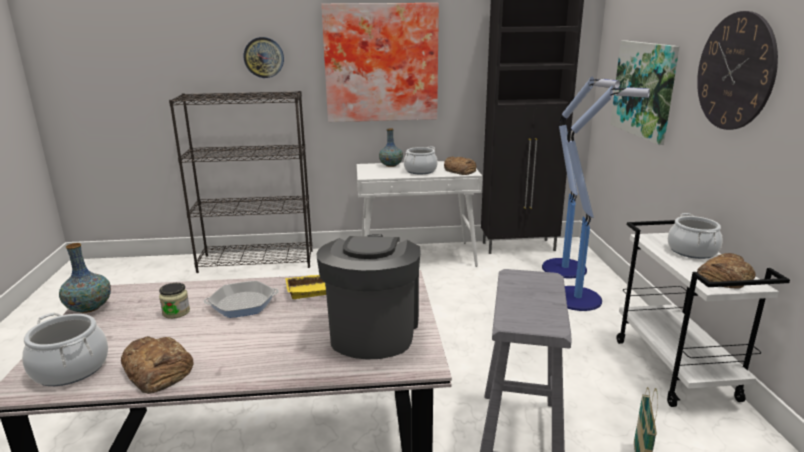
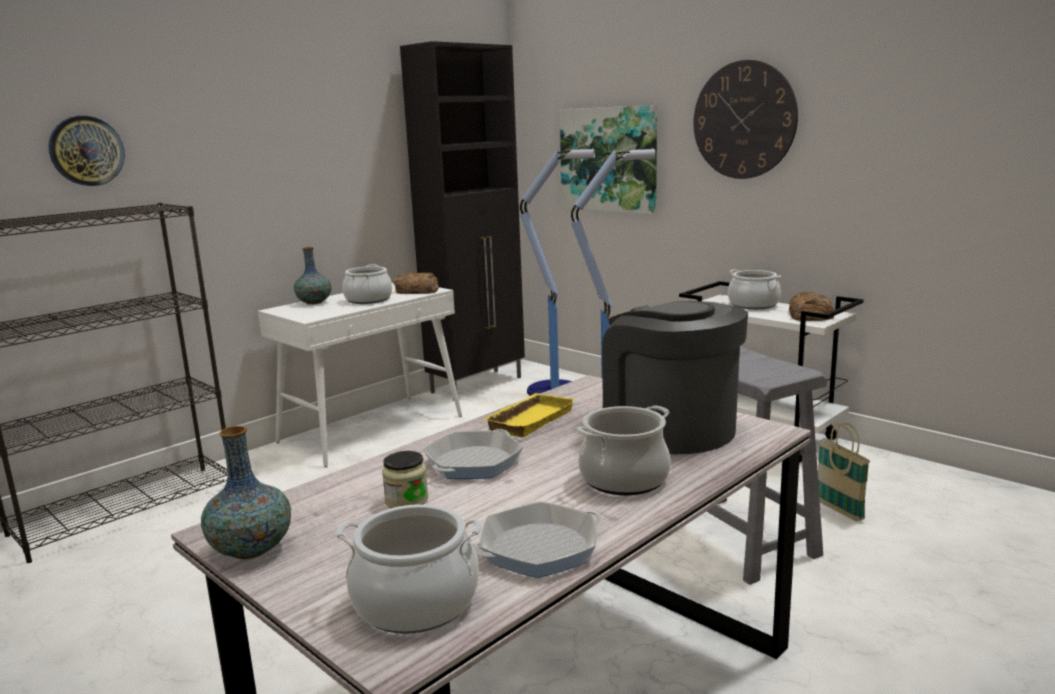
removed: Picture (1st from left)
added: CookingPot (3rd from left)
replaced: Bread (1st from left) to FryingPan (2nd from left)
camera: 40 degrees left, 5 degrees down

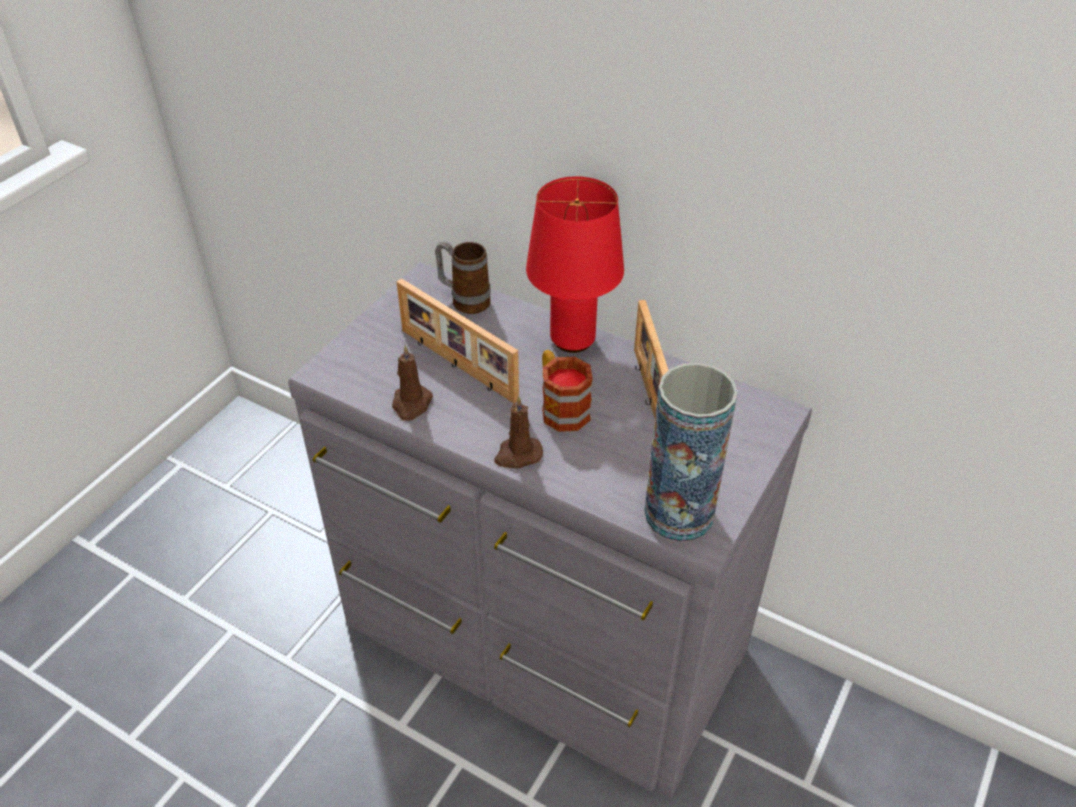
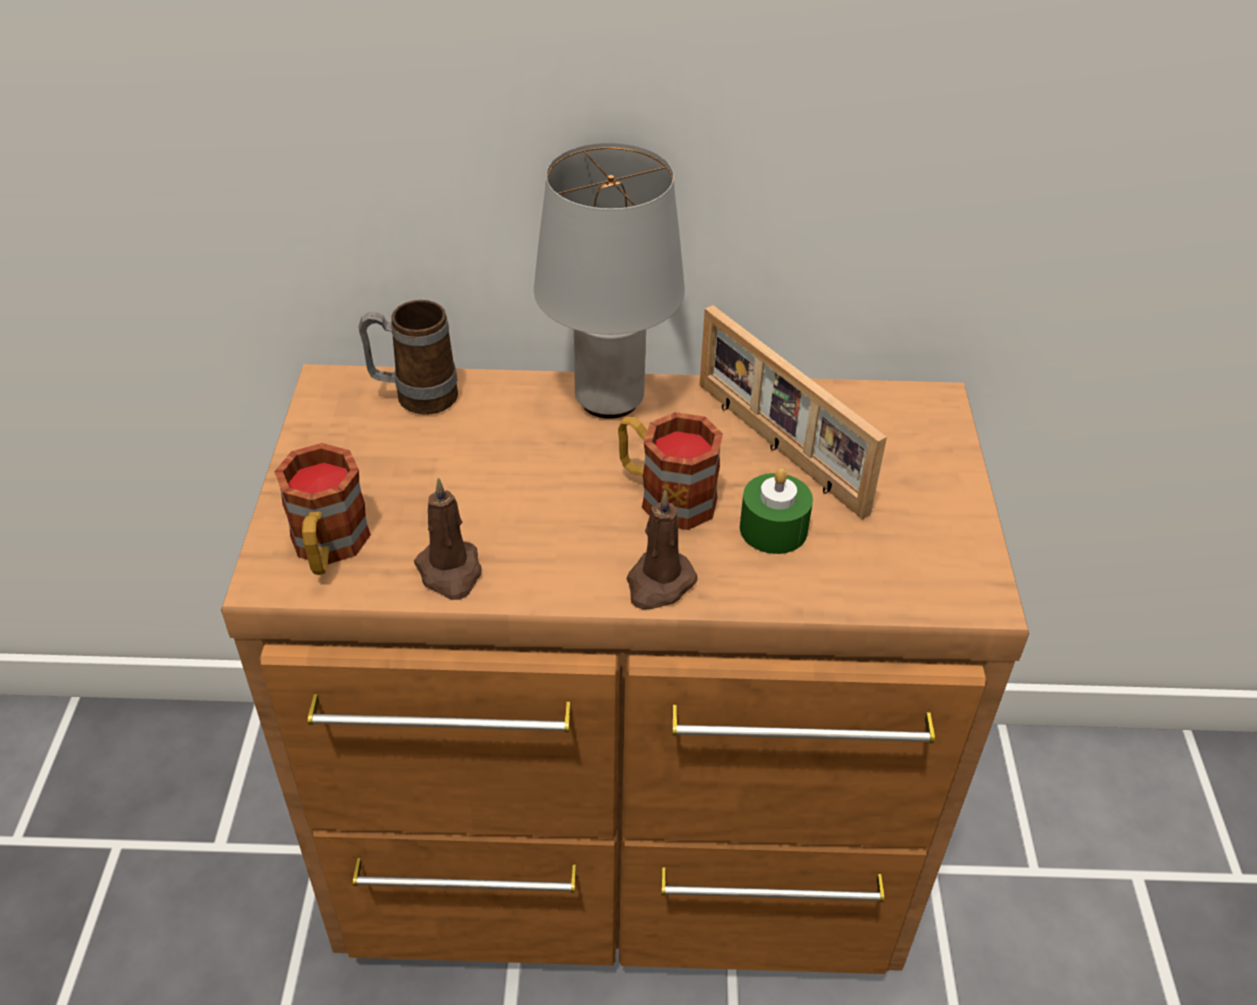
removed: PictureFrame (1st from left); Vase
added: Mug (1st from left); GreenCandle
recoloured: GreyDresser to BrownDresser; RedTableLamp to GreyTableLamp
camera: 30 degrees left, 0 degrees up

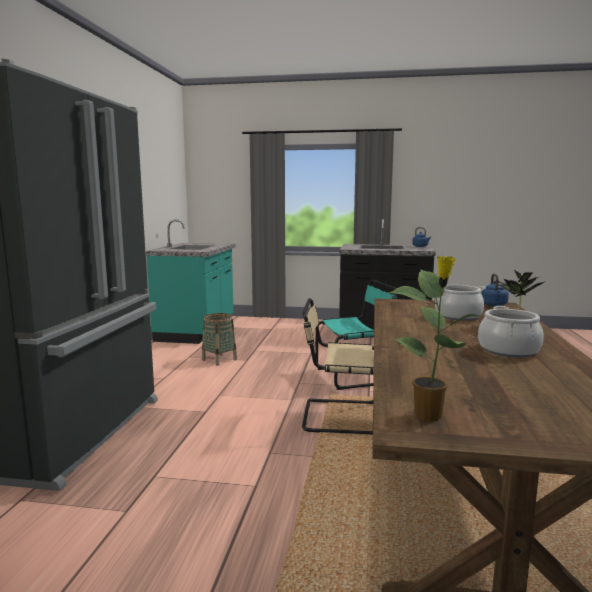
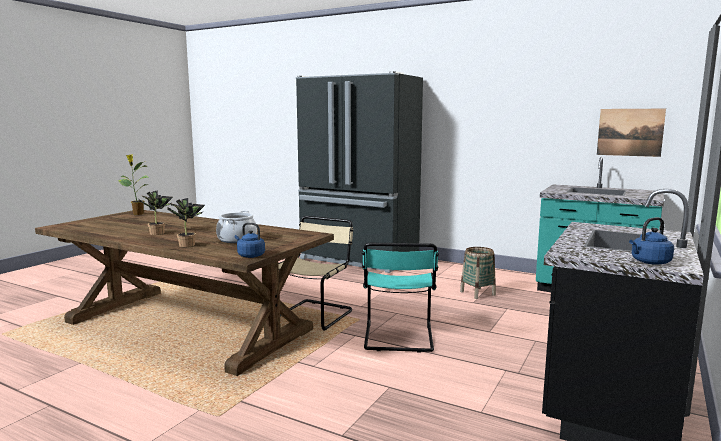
added: Picture
replaced: CookingPot (2nd from left) to PottedPlant (2nd from left)
camera: 110 degrees right, 0 degrees up

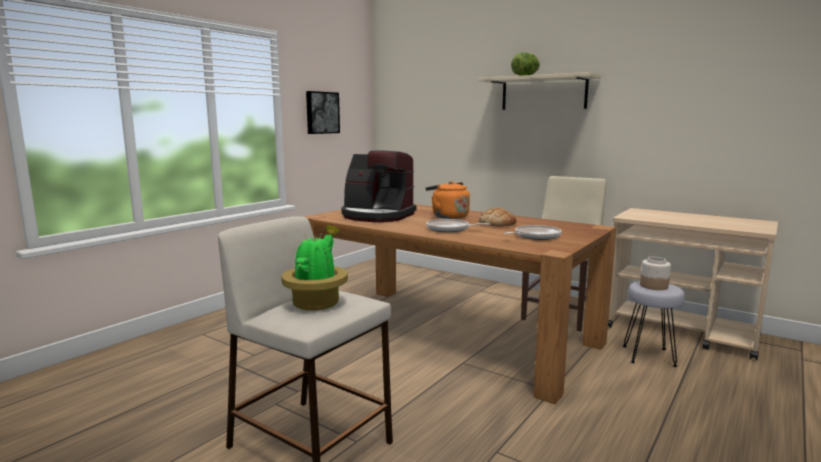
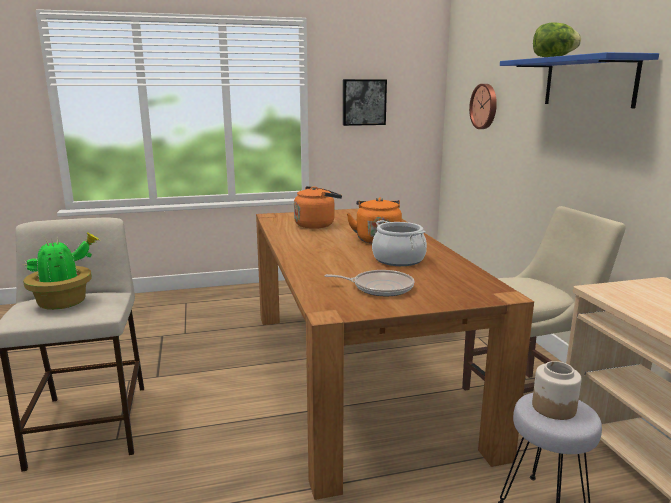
removed: FryingPan (1st from left)
added: WallClock
replaced: CoffeeMachine to OrangeKettle (1st from left); Bread to CookingPot
recoloured: BeigeShelf to BlueShelf
camera: 40 degrees right, 5 degrees up

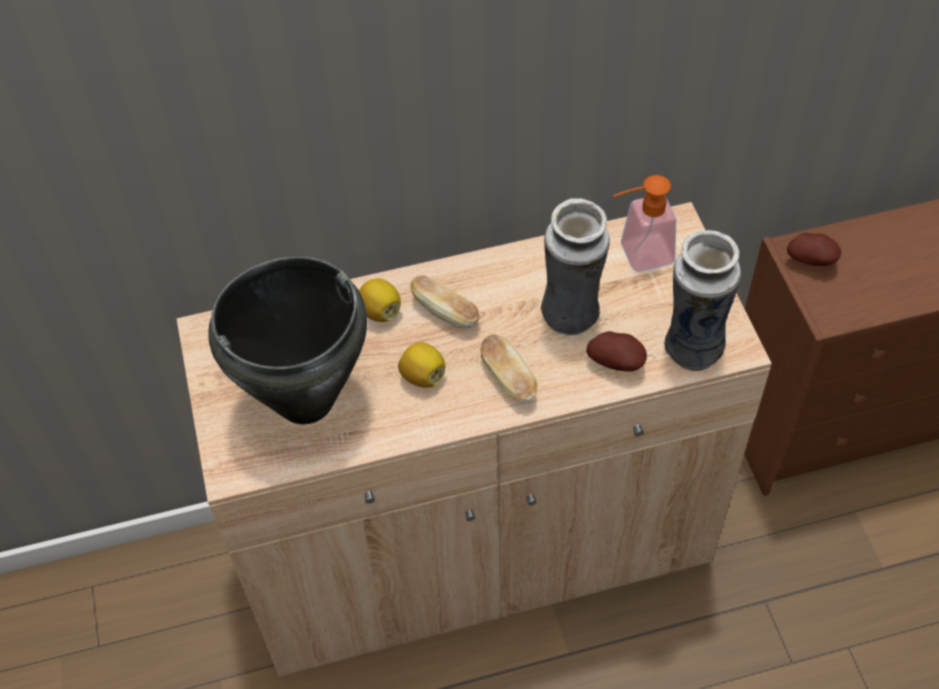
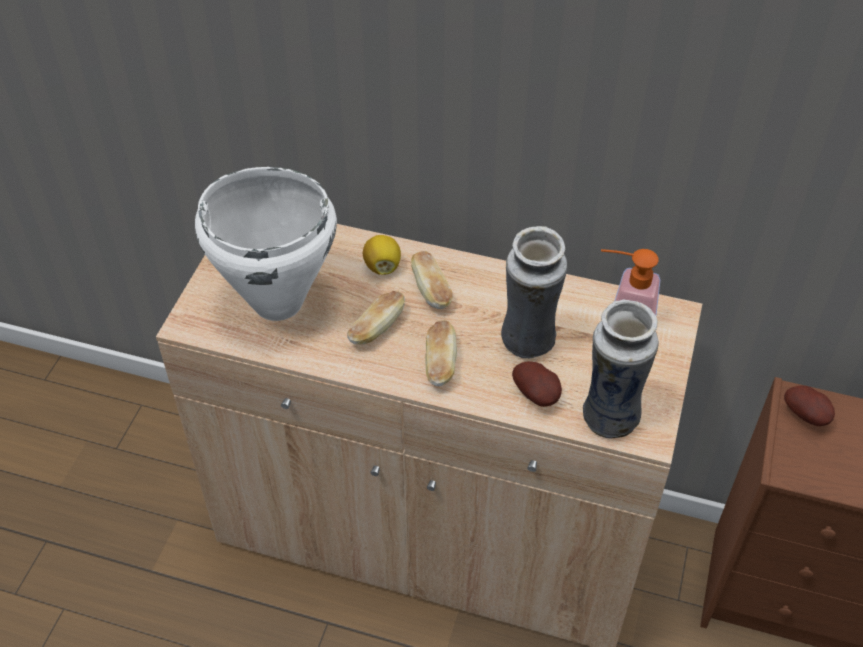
replaced: Lemon (2nd from left) to Bread (1st from left)
recoloured: BlackCookingPot to WhiteCookingPot
camera: 30 degrees right, 5 degrees down

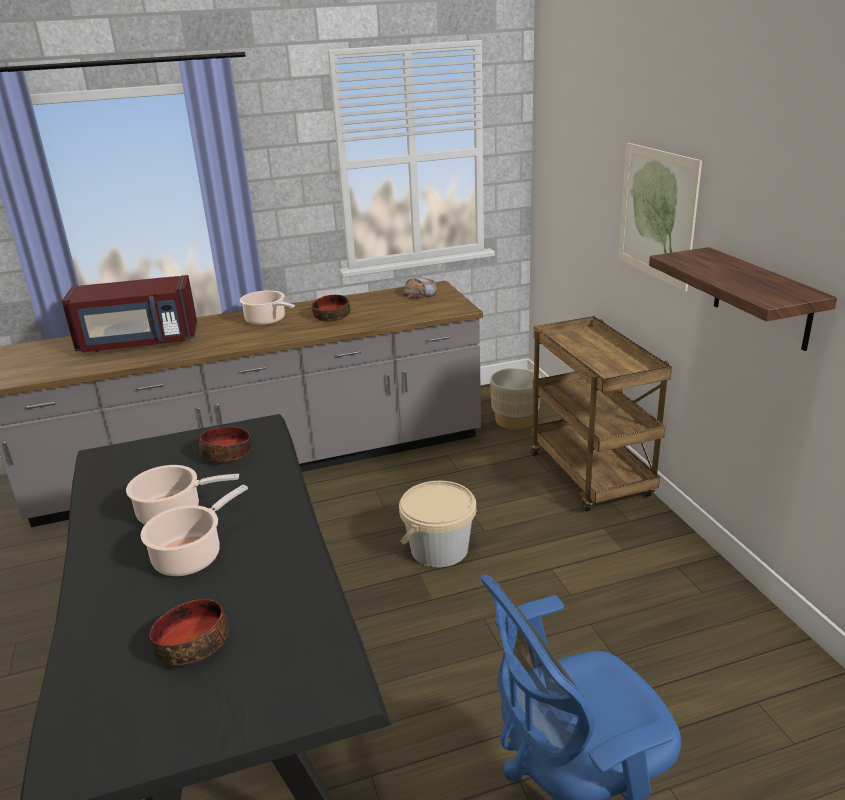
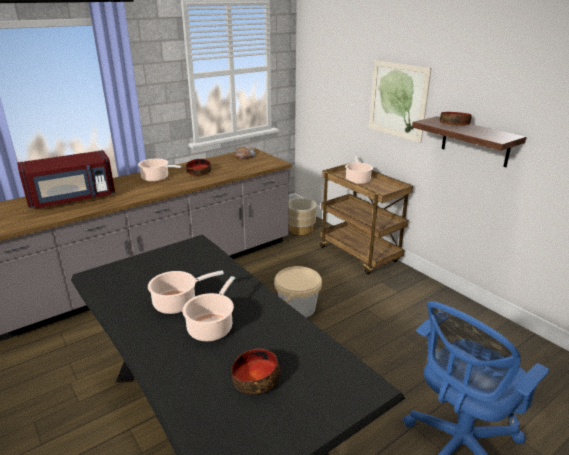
added: CookingPot (4th from left)
moved: Bowl (2nd from left in the first image) to Bowl (3rd from left)
camera: 20 degrees left, 0 degrees up

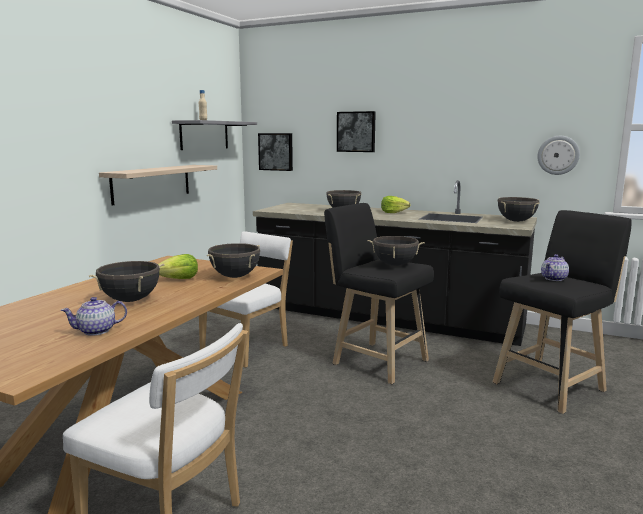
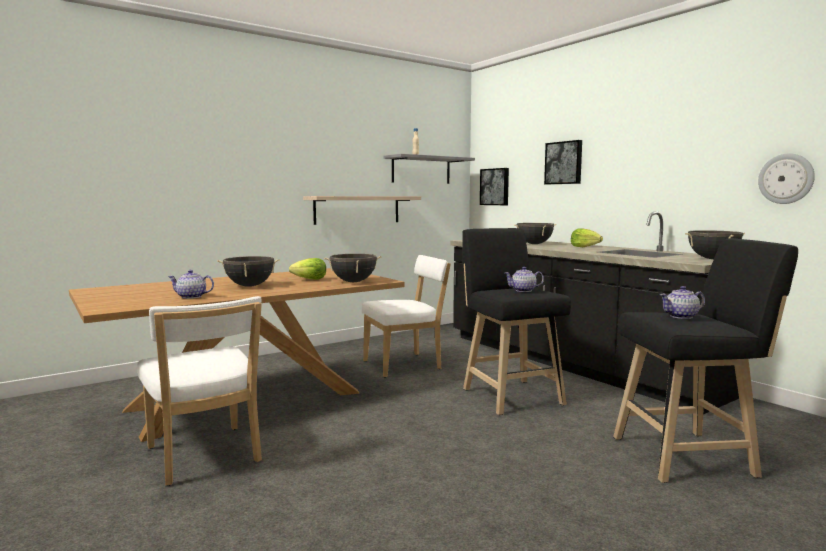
replaced: BlackCookingPot (4th from left) to Teapot (2nd from left)
camera: 30 degrees right, 5 degrees down

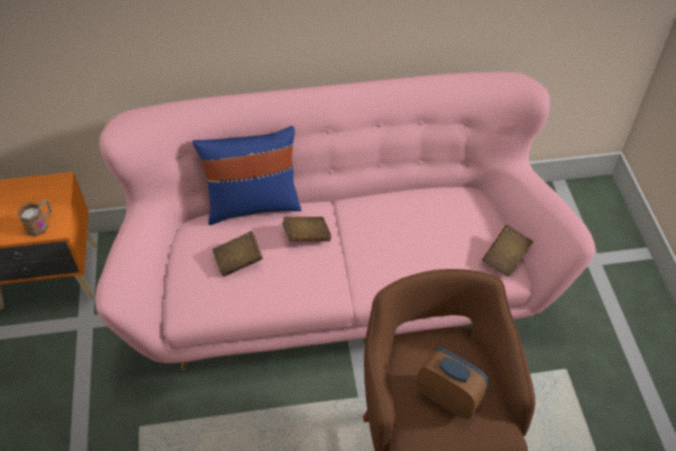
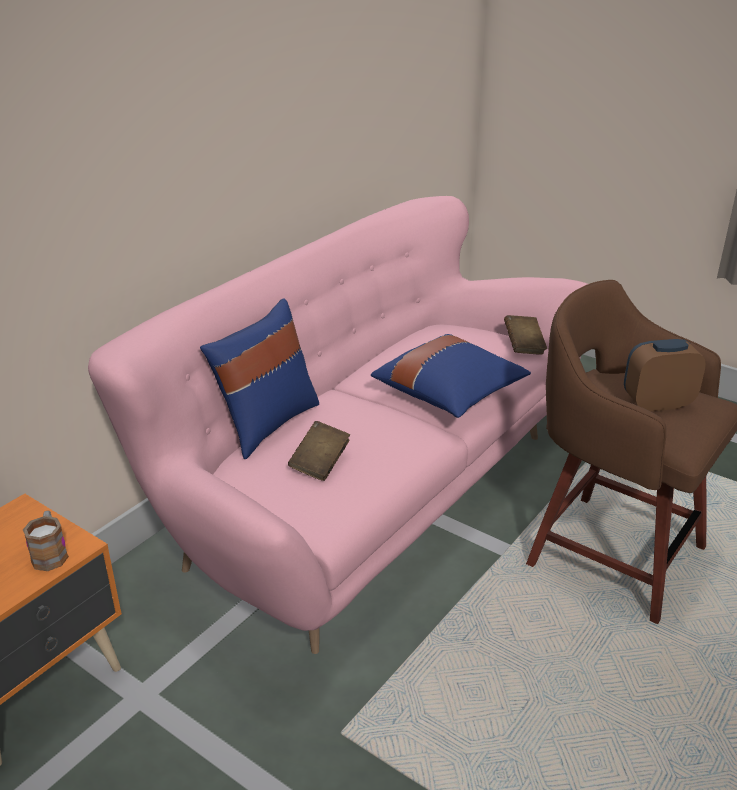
removed: BrownBook (2nd from left)
added: BluePillow (2nd from left)
camera: 45 degrees left, 20 degrees down

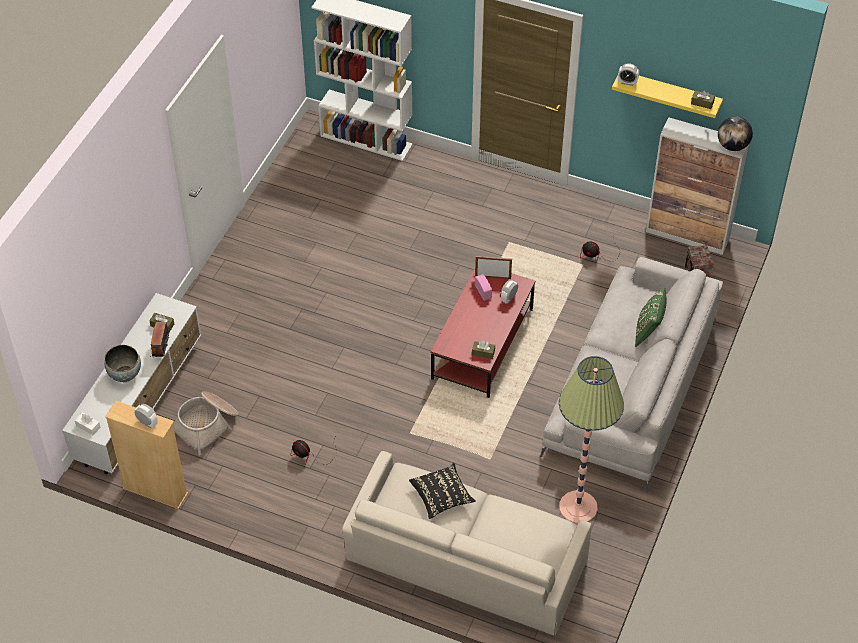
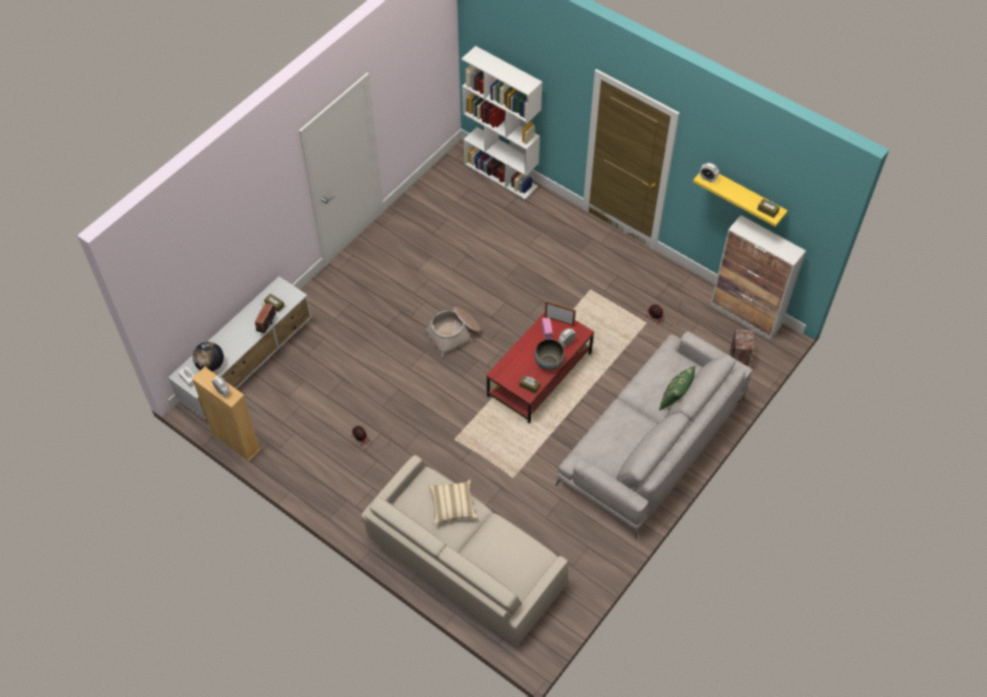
removed: FloorLamp
moved: Bowl; Basket; Globe
recoloured: BlackPillow to BeigePillow
camera: 15 degrees right, 5 degrees up

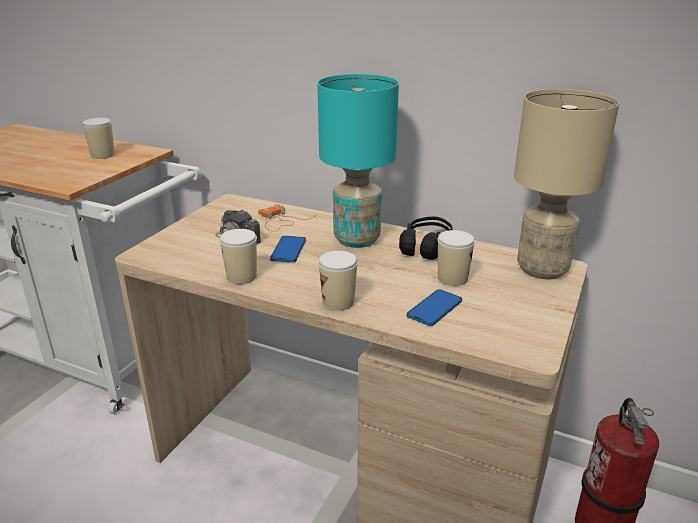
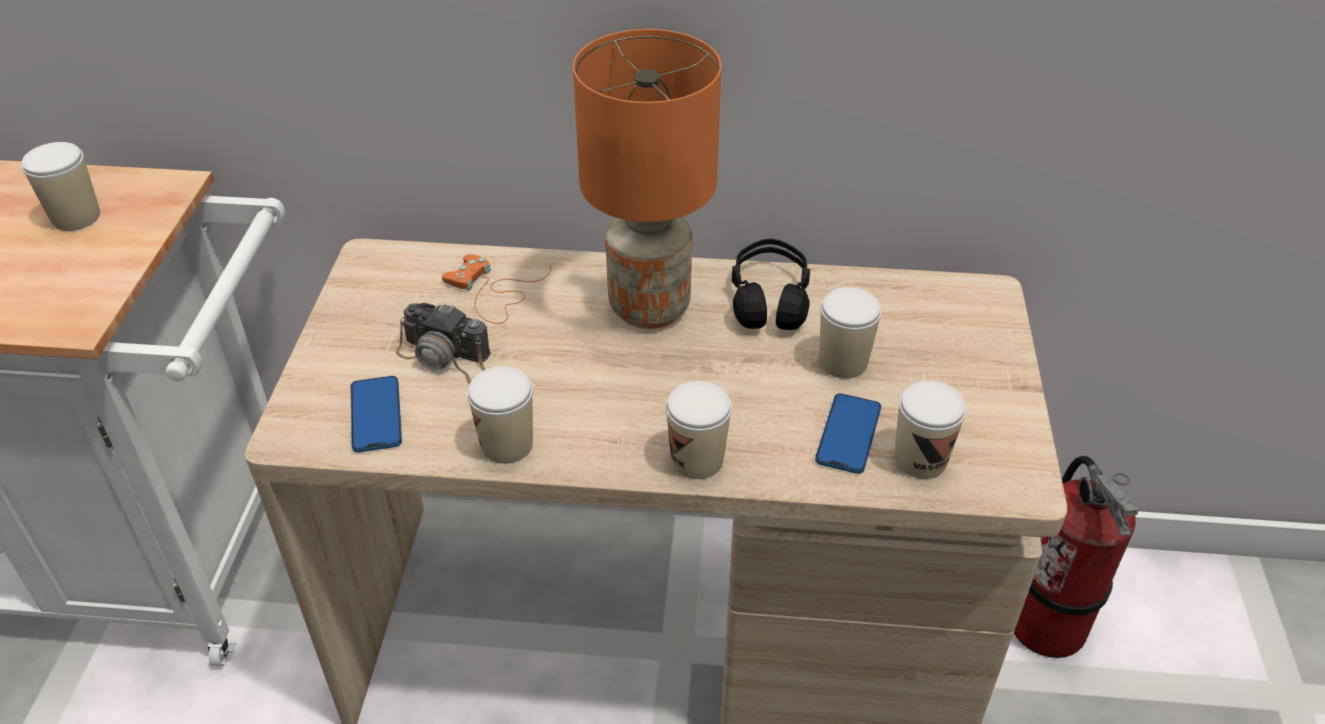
removed: BeigeTableLamp
added: Cup (5th from left)
moved: Phone (1st from left)
recoloured: TurquoiseTableLamp to OrangeTableLamp
camera: 20 degrees left, 15 degrees up

